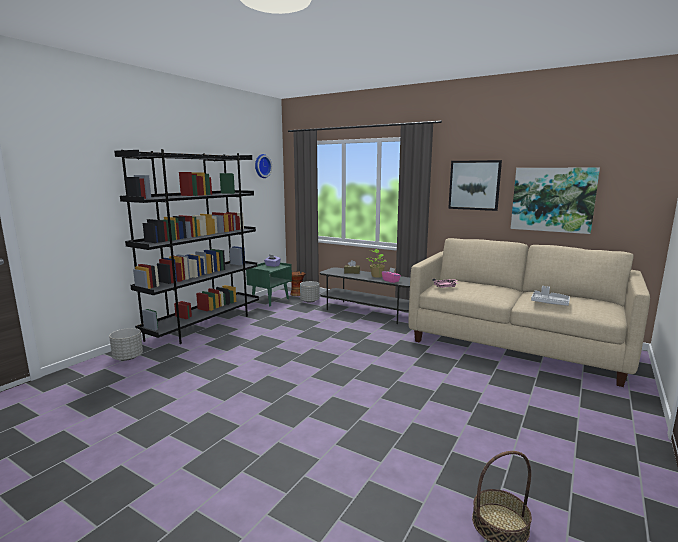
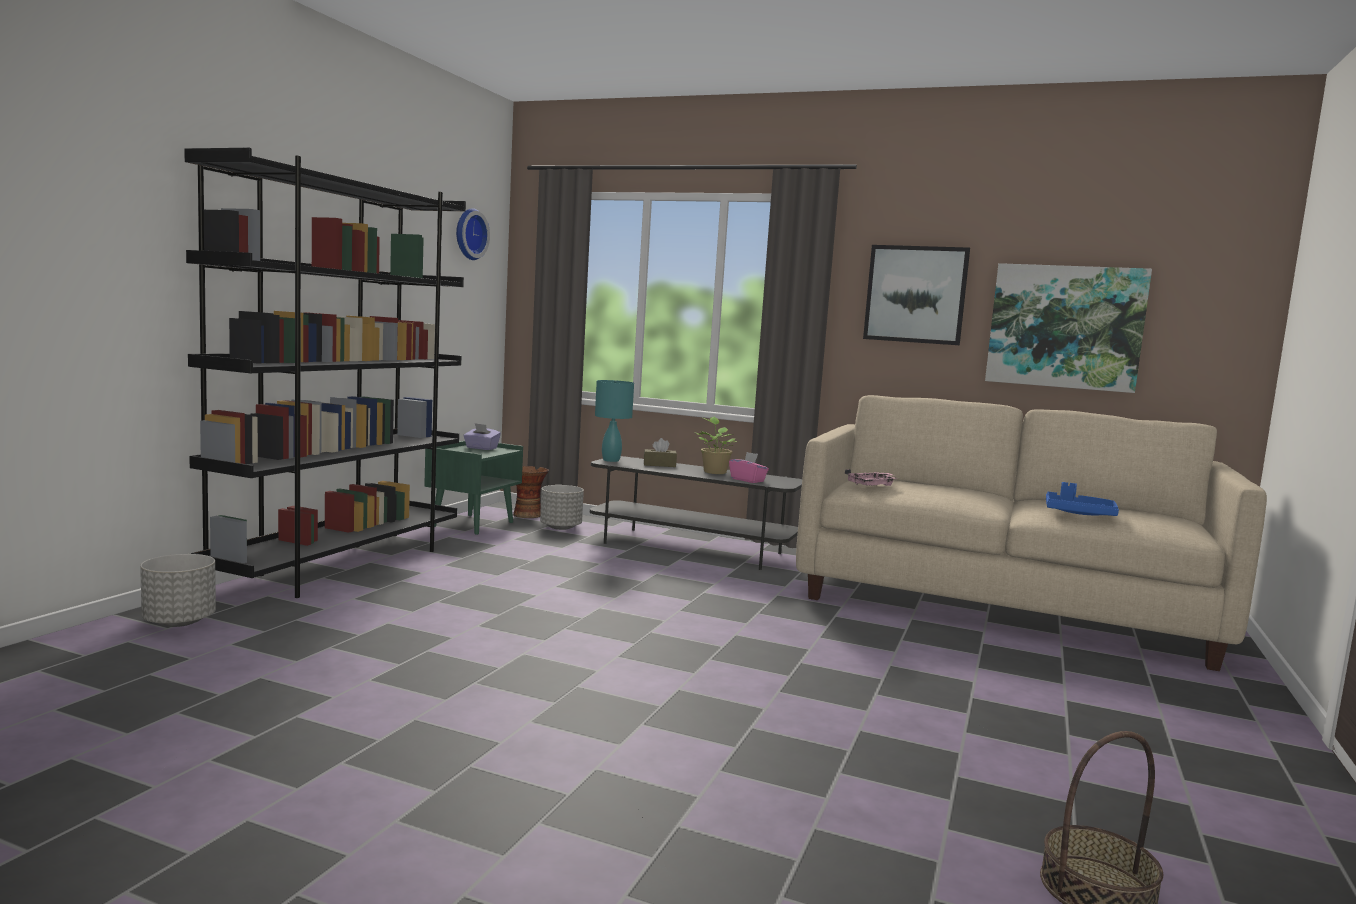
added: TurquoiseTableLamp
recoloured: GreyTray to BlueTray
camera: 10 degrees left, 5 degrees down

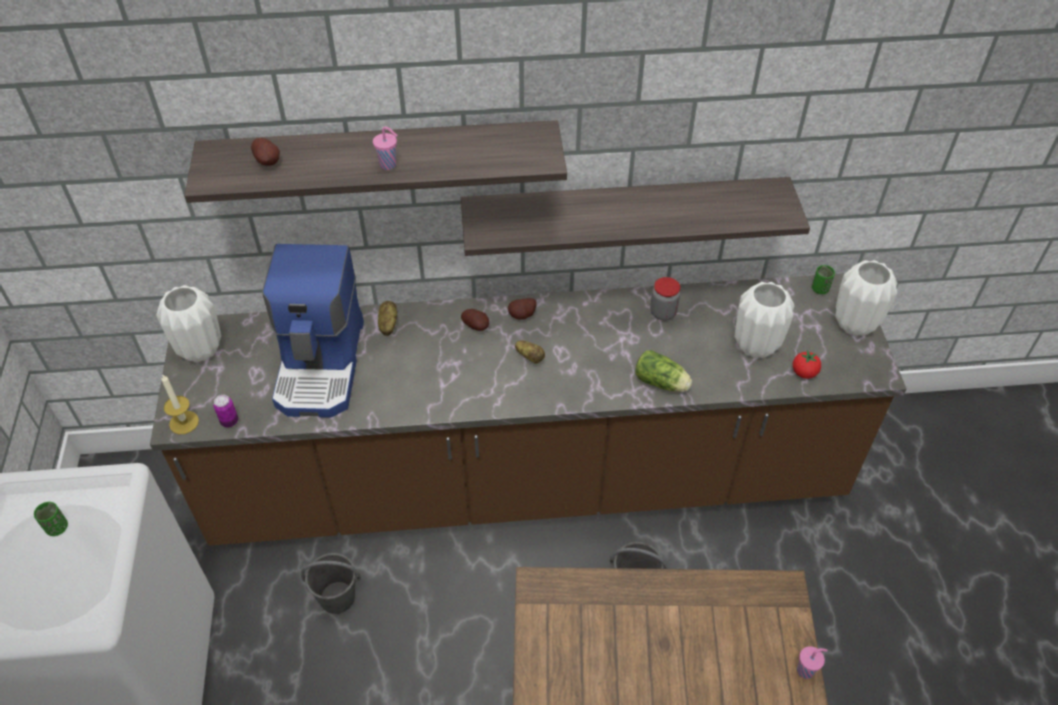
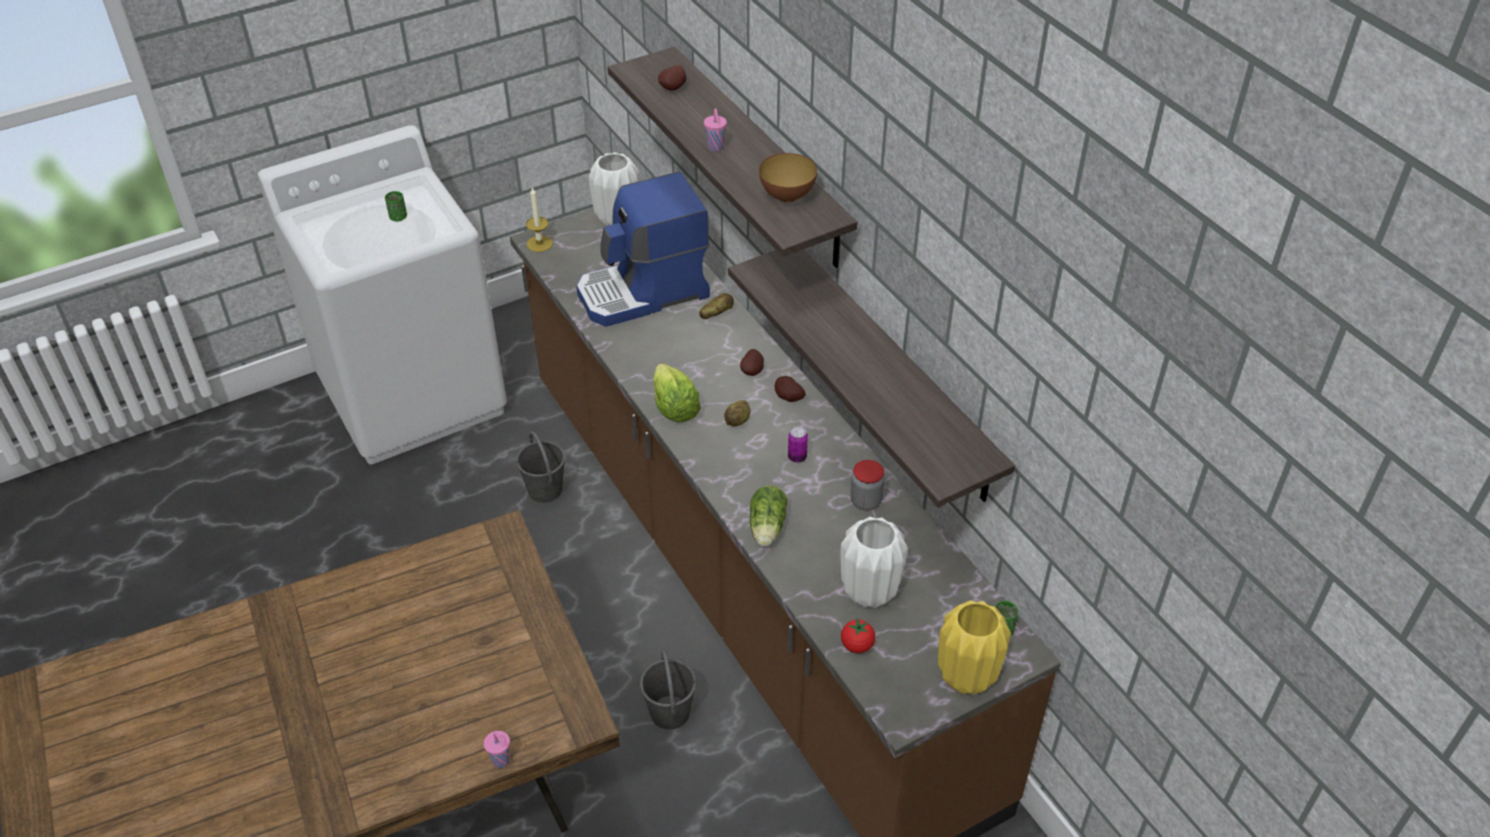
added: Lettuce (1st from left); Bowl
moved: Can
recoloured: WhiteVase (3rd from left) to YellowVase
camera: 65 degrees right, 5 degrees down

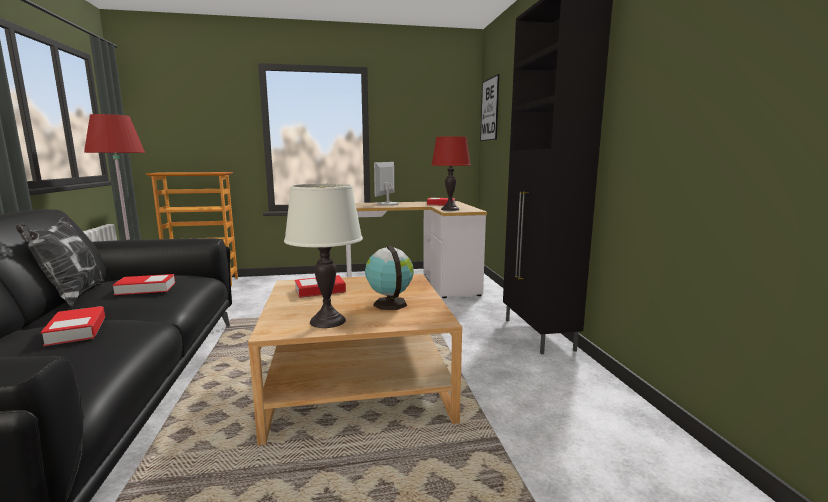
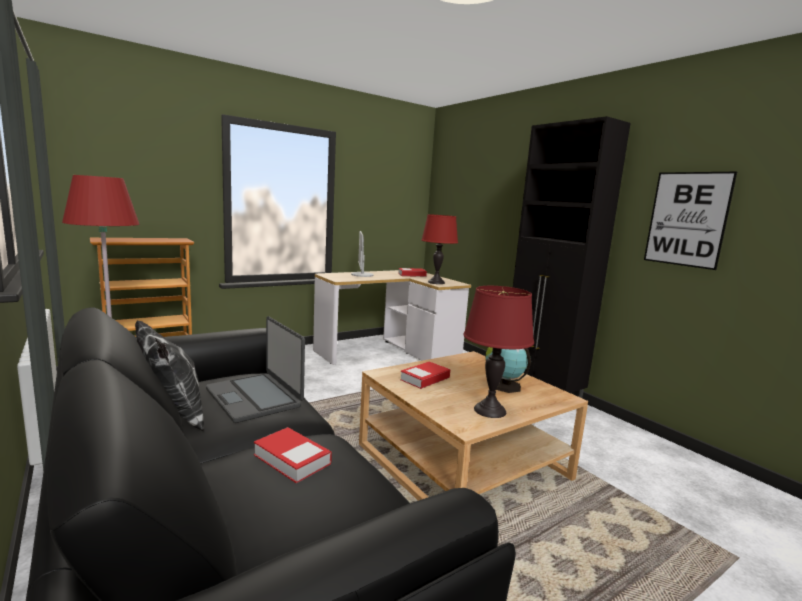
moved: Picture
replaced: Book (2nd from left) to Laptop
recoloured: WhiteTableLamp to RedTableLamp (2nd from left)
camera: 25 degrees left, 0 degrees up

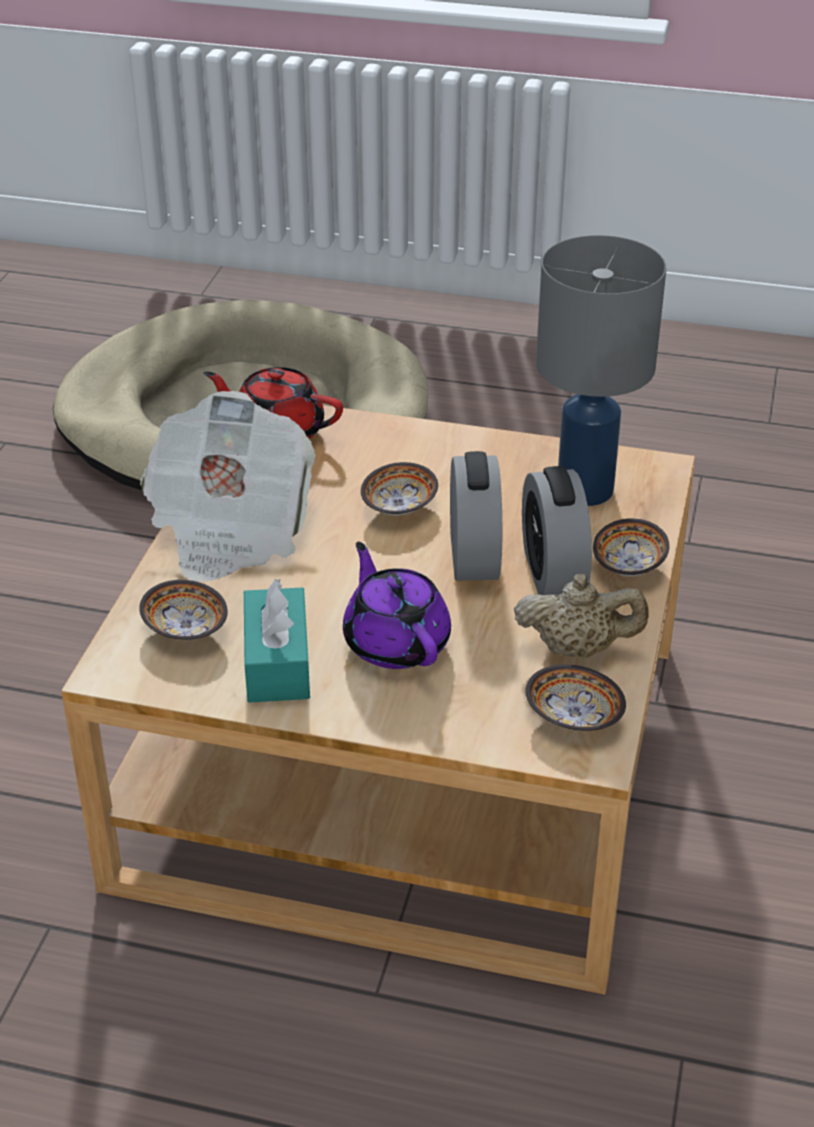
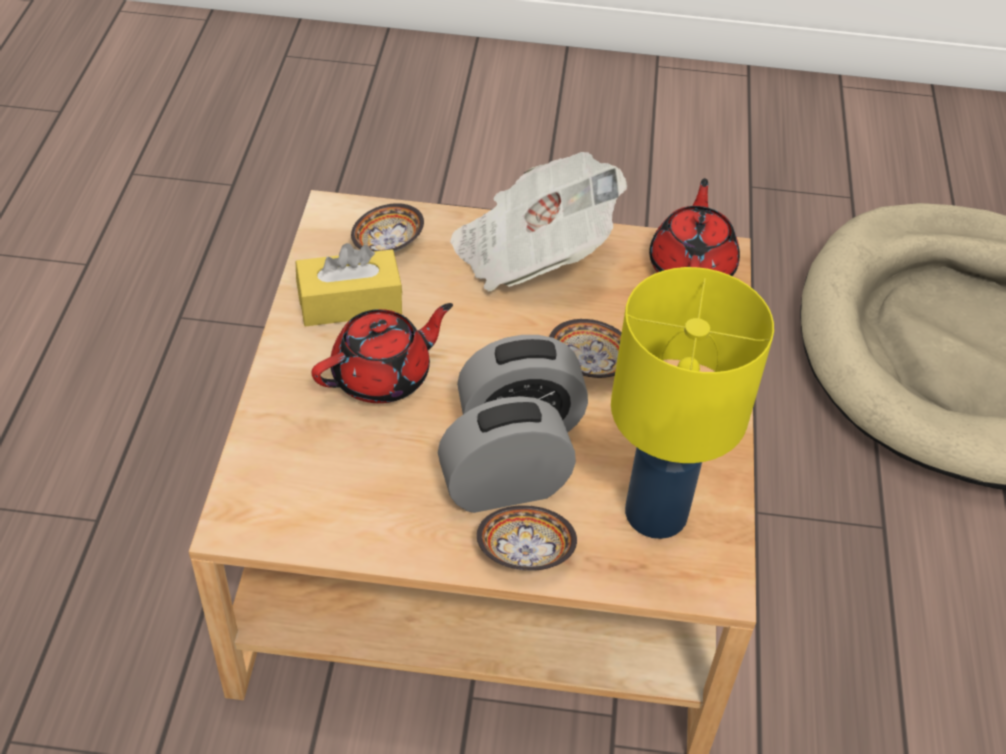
removed: BeigeTeapot; Bowl (3rd from left)
recoloured: TurquoiseTissueBox to YellowTissueBox; PurpleTeapot to RedTeapot (1st from left); GreyTableLamp to YellowTableLamp
camera: 80 degrees right, 10 degrees up

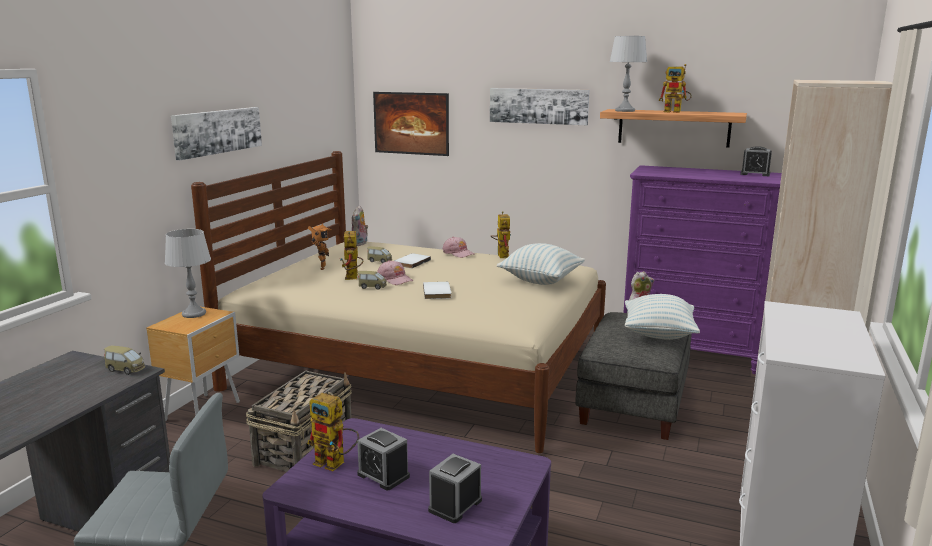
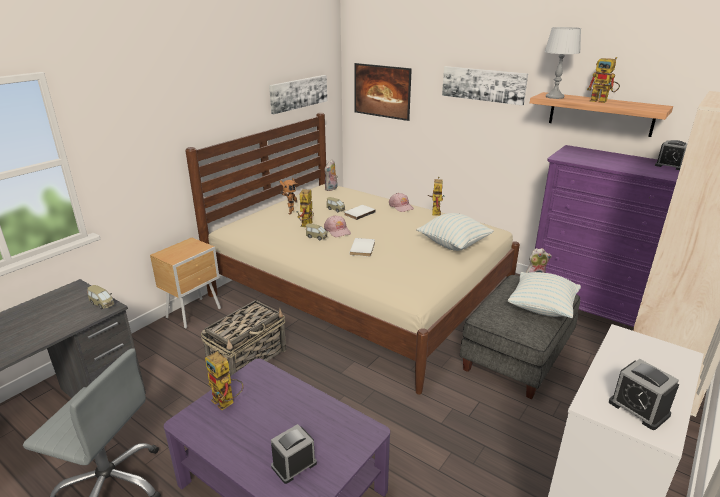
removed: GreyTableLamp (1st from left)
moved: Picture (1st from left); AlarmClock (1st from left in the first image) to AlarmClock (2nd from left)
camera: 15 degrees right, 10 degrees up

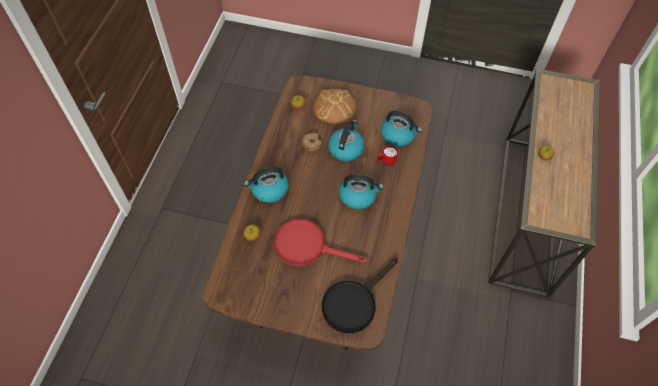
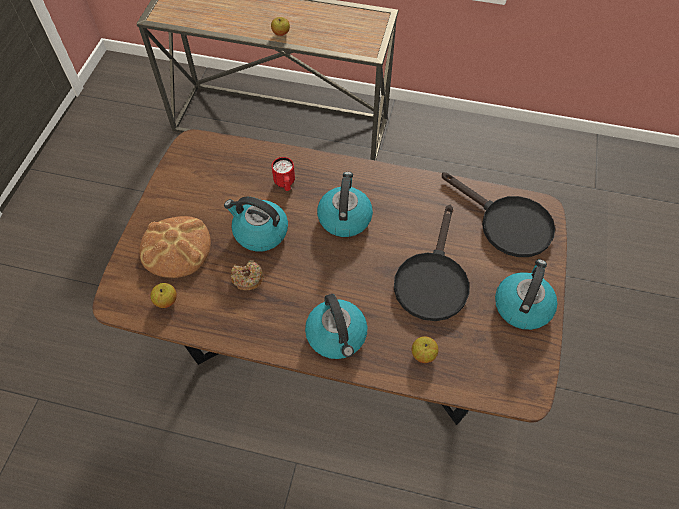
moved: Kettle (4th from left)
recoloured: RedFryingPan to BlackFryingPan (1st from left)
camera: 90 degrees left, 0 degrees up

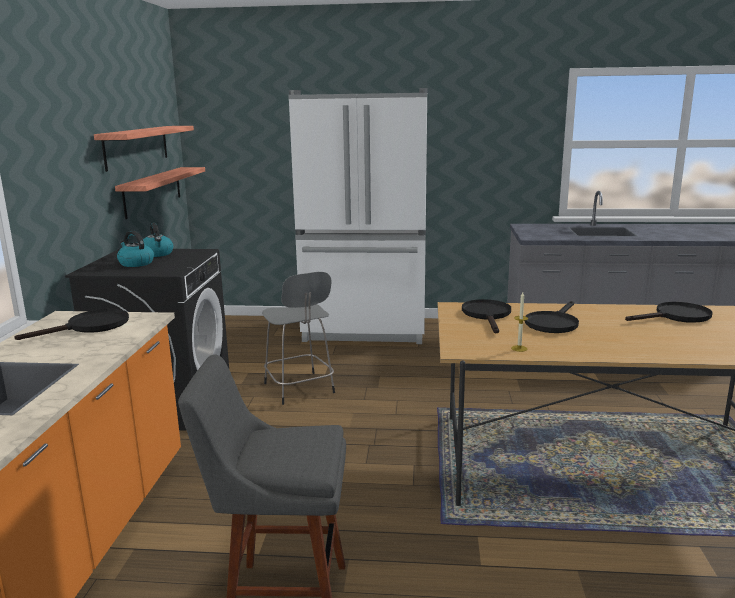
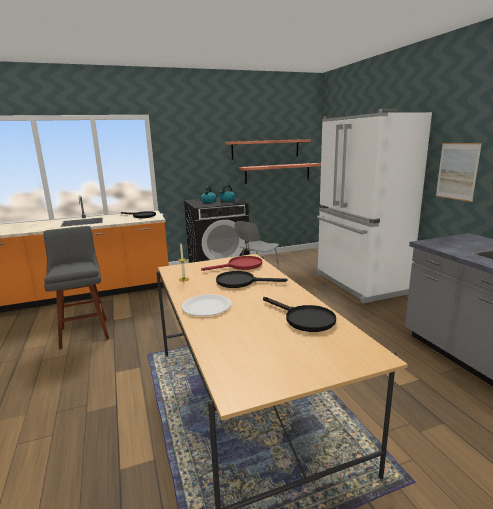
added: WhitePlate; Picture
recoloured: BlackFryingPan (2nd from left) to RedFryingPan
camera: 65 degrees right, 0 degrees up

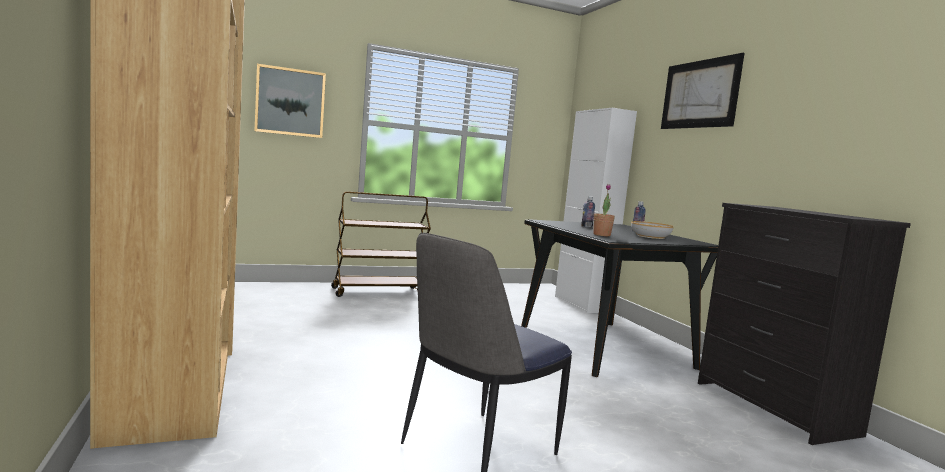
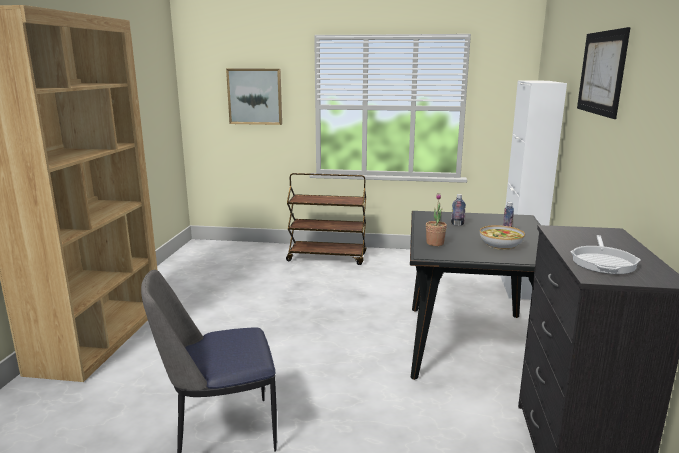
added: FryingPan
camera: 30 degrees right, 10 degrees up

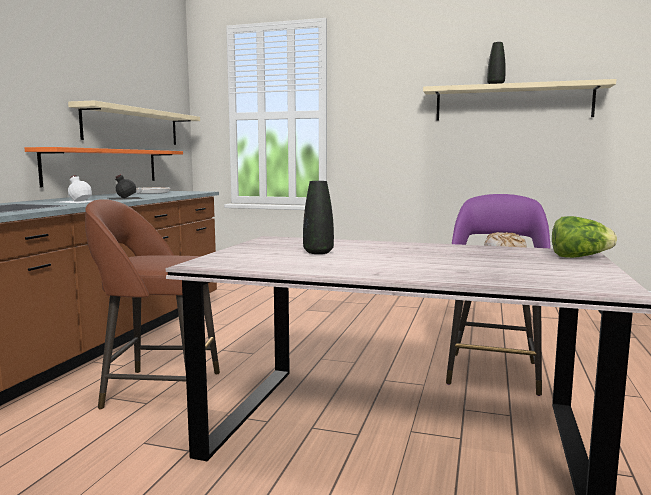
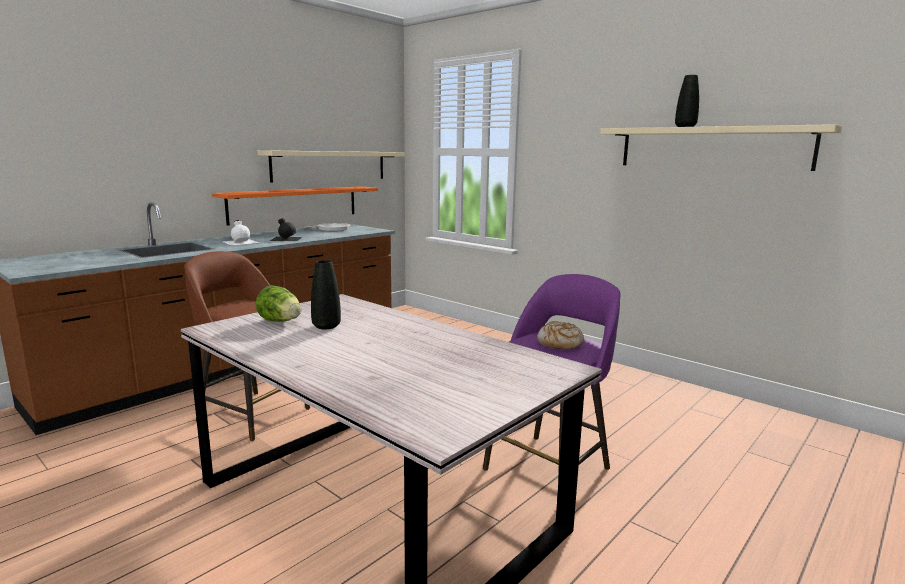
moved: Lettuce
camera: 25 degrees right, 5 degrees up

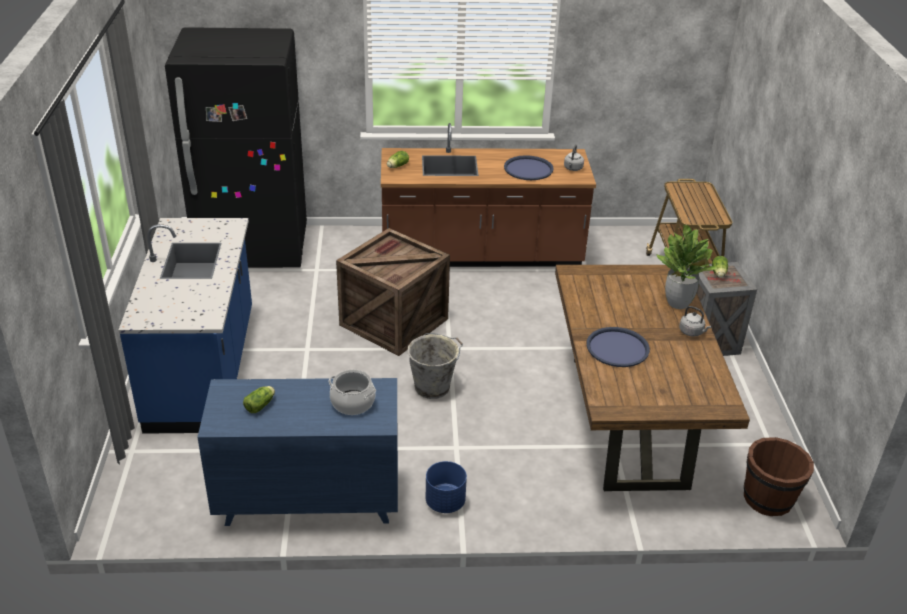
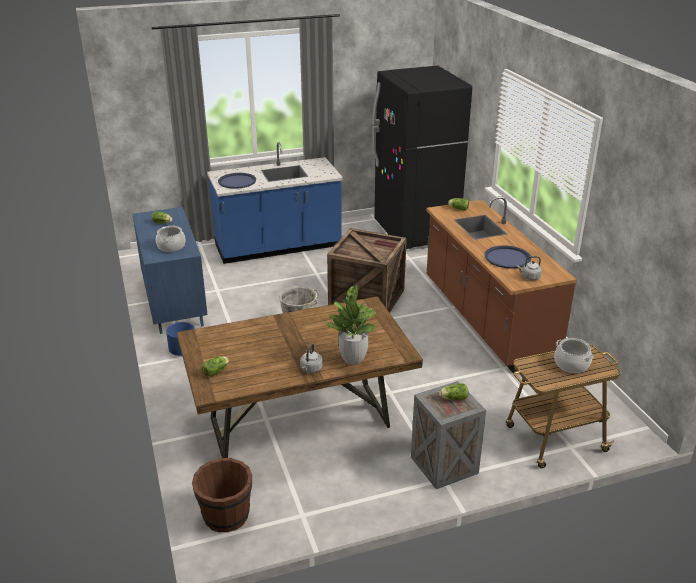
added: Lettuce (2nd from left); CookingPot (2nd from left)
moved: BlueTray (2nd from left in the first image) to BlueTray (1st from left)
camera: 75 degrees right, 5 degrees down

